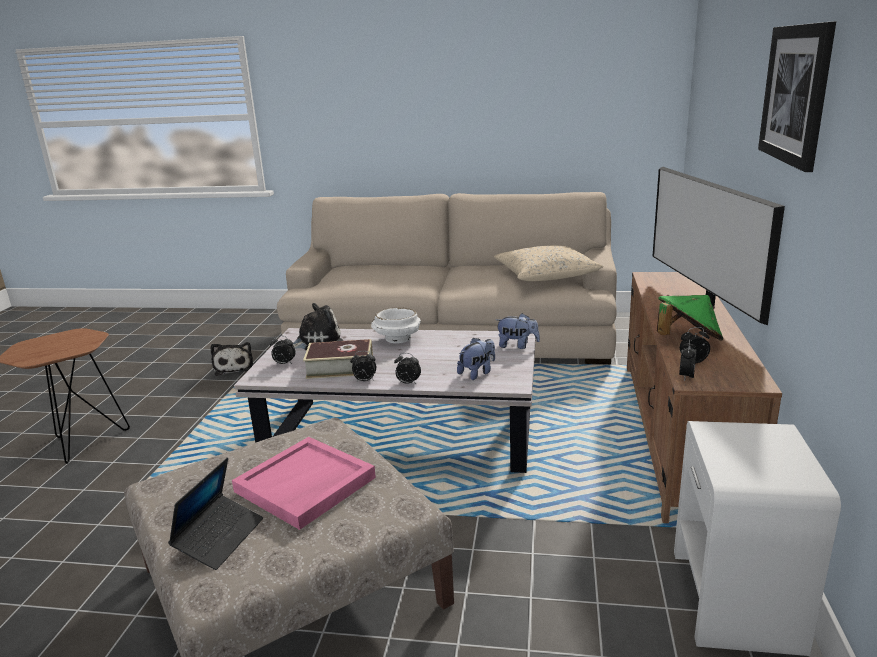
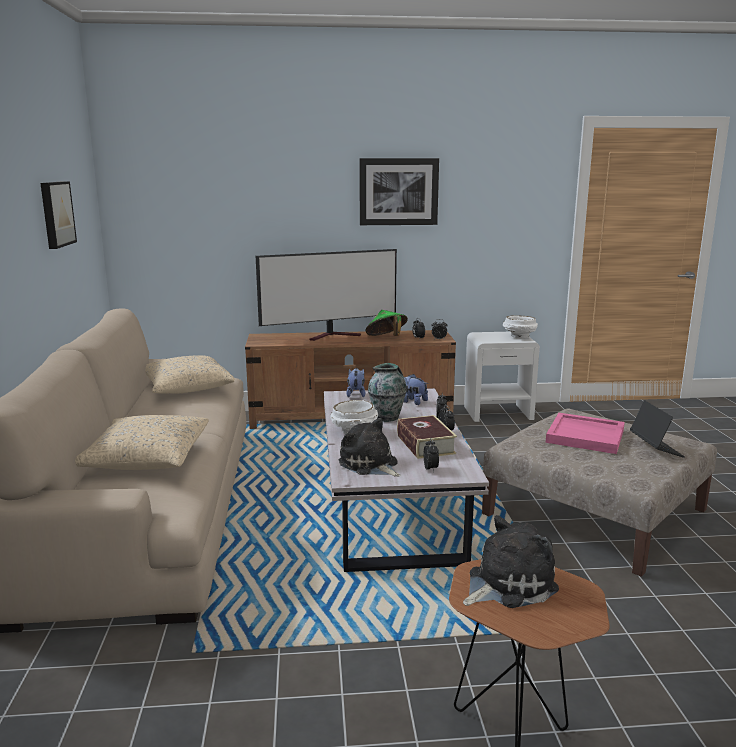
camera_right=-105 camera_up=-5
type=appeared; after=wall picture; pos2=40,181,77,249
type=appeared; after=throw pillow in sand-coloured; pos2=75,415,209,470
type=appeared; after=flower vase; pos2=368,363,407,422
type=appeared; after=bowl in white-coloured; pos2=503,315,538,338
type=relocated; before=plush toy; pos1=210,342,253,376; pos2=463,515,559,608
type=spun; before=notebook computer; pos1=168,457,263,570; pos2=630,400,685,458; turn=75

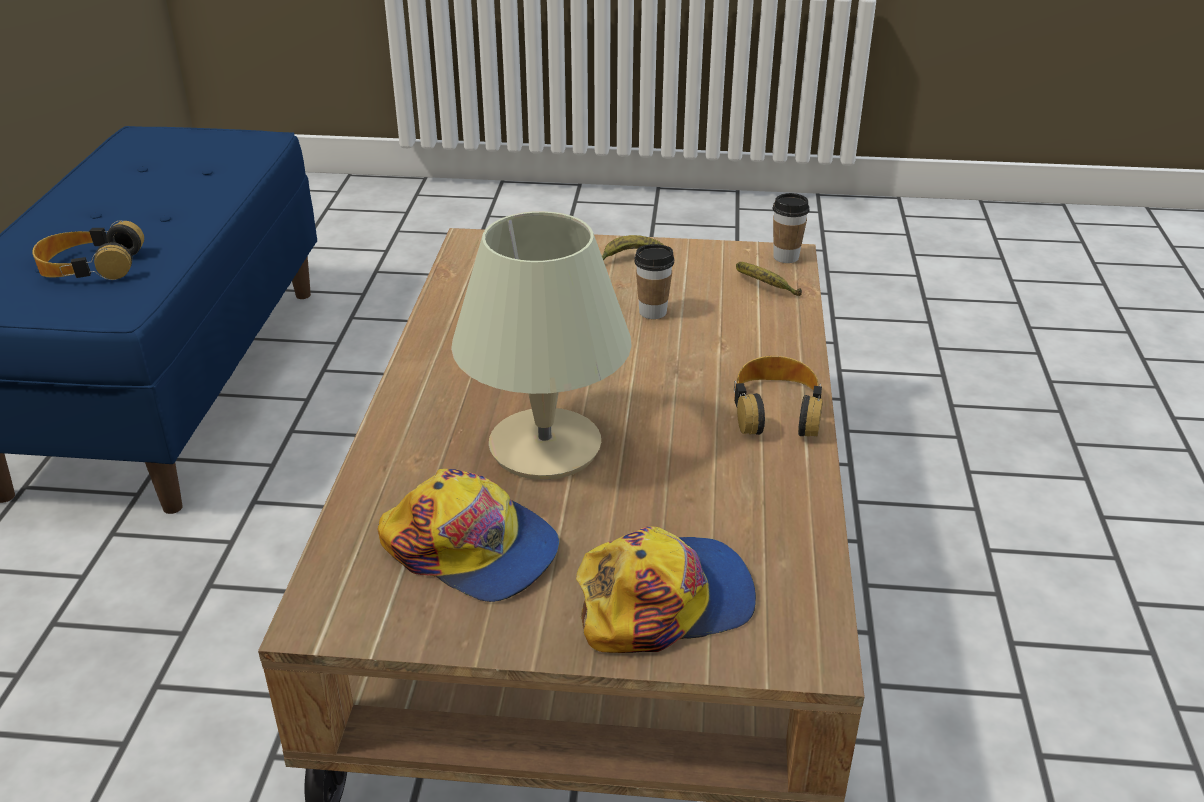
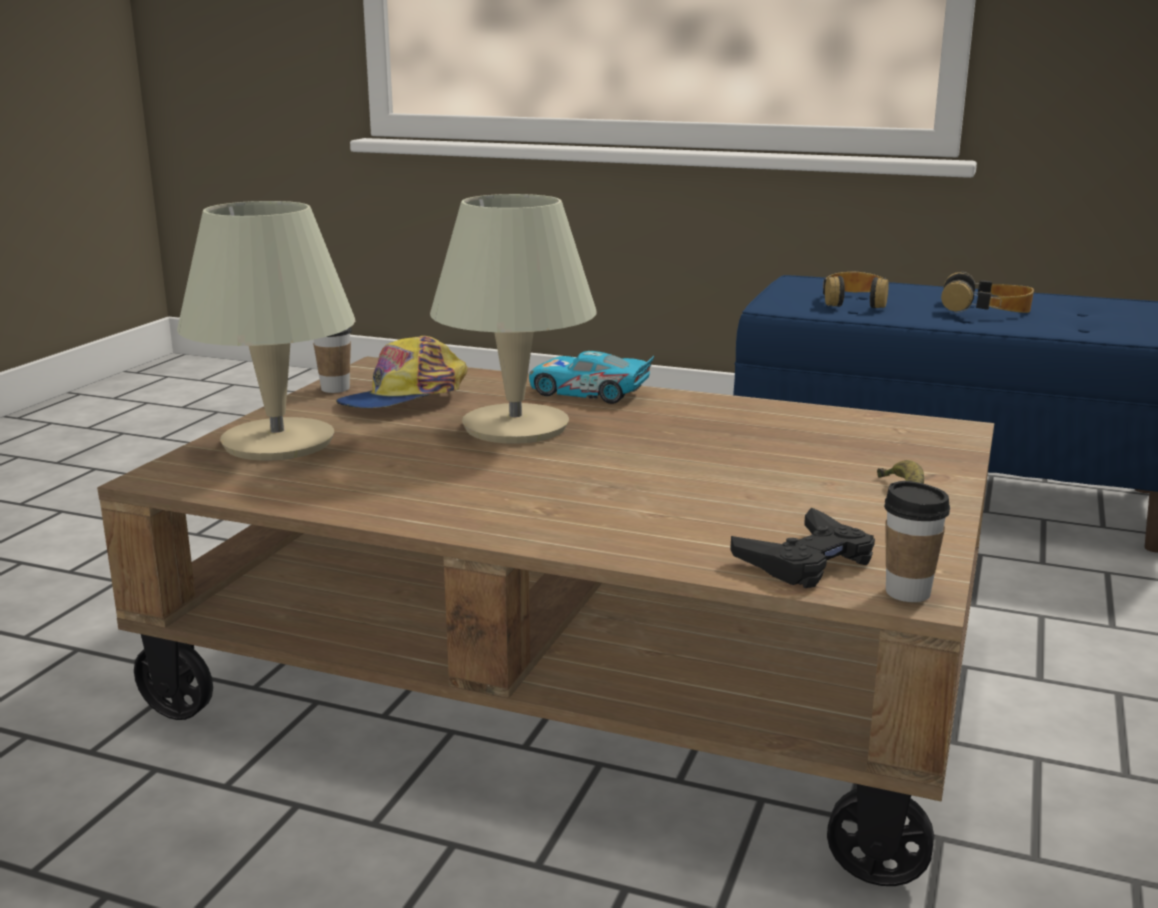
camera_right=105 camera_up=-15
type=appeared; after=toy car; pos2=529,351,655,404
type=relocated; before=drinking cup; pos1=634,244,674,319; pos2=313,327,352,393
type=relocated; before=pair of headphones; pos1=734,356,823,437; pos2=941,272,1034,313
type=exchanged; before=peaked cap; after=lamp for a table in sand-coloured; pos1=576,526,756,653; pos2=177,201,355,461
type=exchanged; before=banana; after=joypad in black; pos1=736,262,802,296; pos2=730,507,875,588

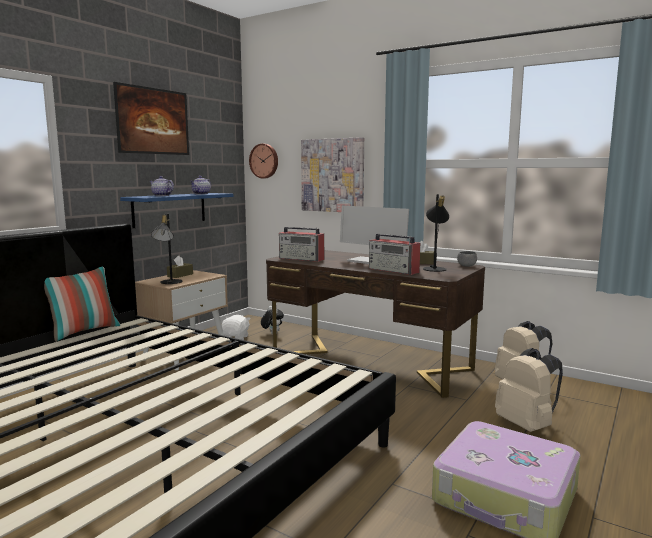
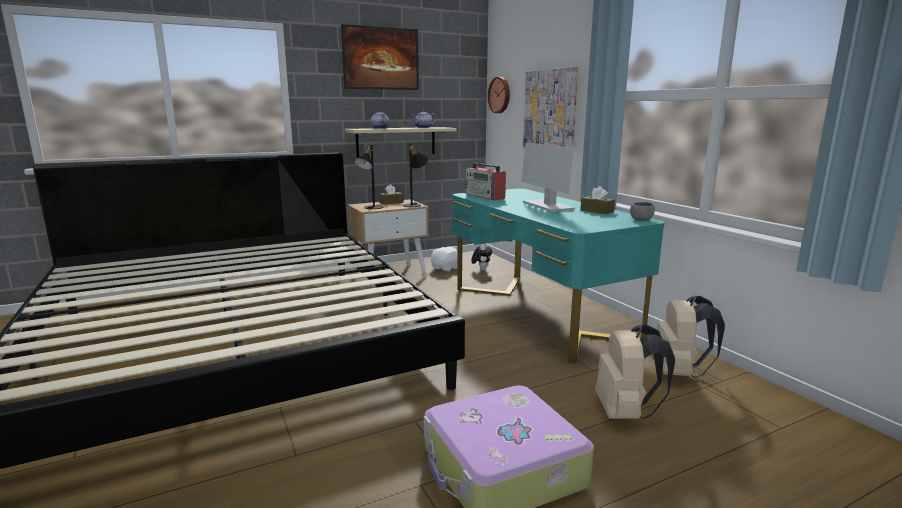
camera_right=30 camera_up=5
type=missing; before=throw pillow; pos1=44,267,121,342
type=missing; before=radio receiver; pos1=369,234,420,275
type=relocated; before=lamp for a table in black; pos1=423,194,449,272; pos2=402,144,428,207
type=colour; before=wall shelf in blue; after=wall shelf in sand-coloured; pos1=120,193,233,228; pos2=345,127,457,157
type=colour; before=desk unit in brown-coloured; after=desk unit in turquoise; pos1=266,250,485,398; pos2=452,189,664,363

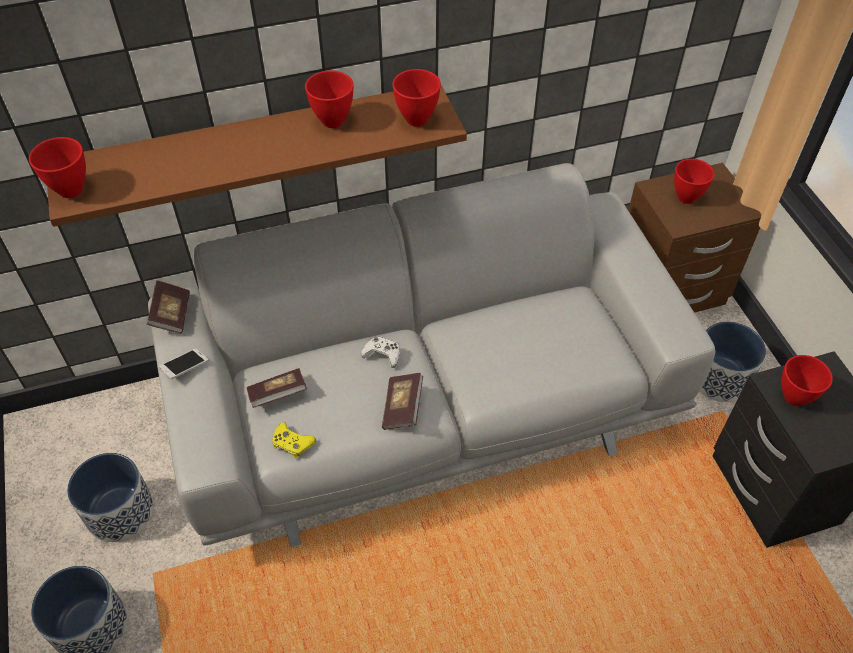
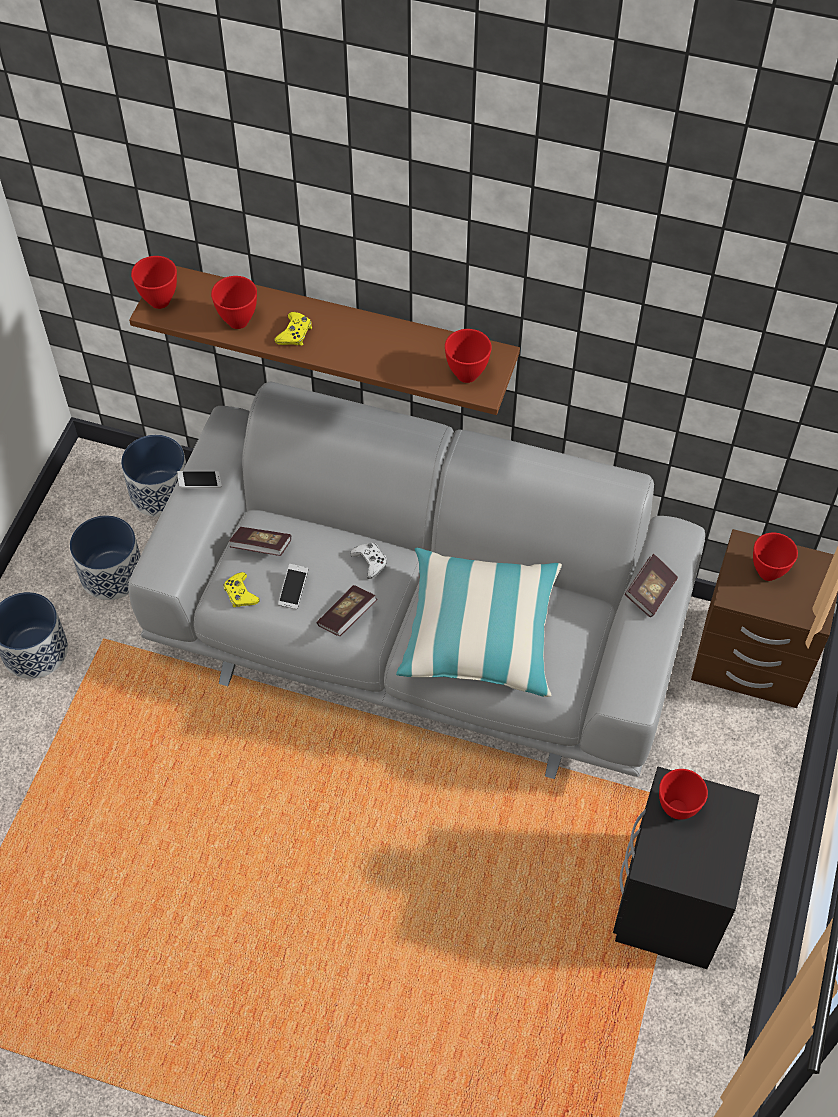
camera_right=35 camera_up=5
type=appeared; after=joypad in yellow-coloured; pos2=275,312,312,346
type=appeared; after=telephone; pos2=278,564,308,610
type=appeared; after=throw pillow; pos2=396,548,562,697
type=relocated; before=book; pos1=147,280,190,333; pos2=625,554,678,617
type=relocated; before=bowl in red-coloured; pos1=305,71,354,128; pos2=211,276,257,329
type=relocated; before=plant pot; pos1=699,321,766,402; pos2=121,435,186,517

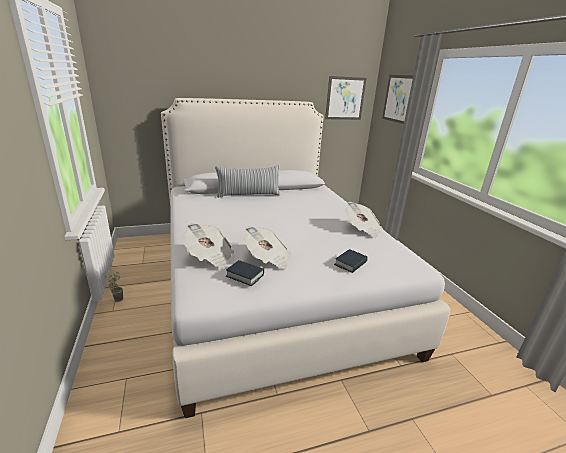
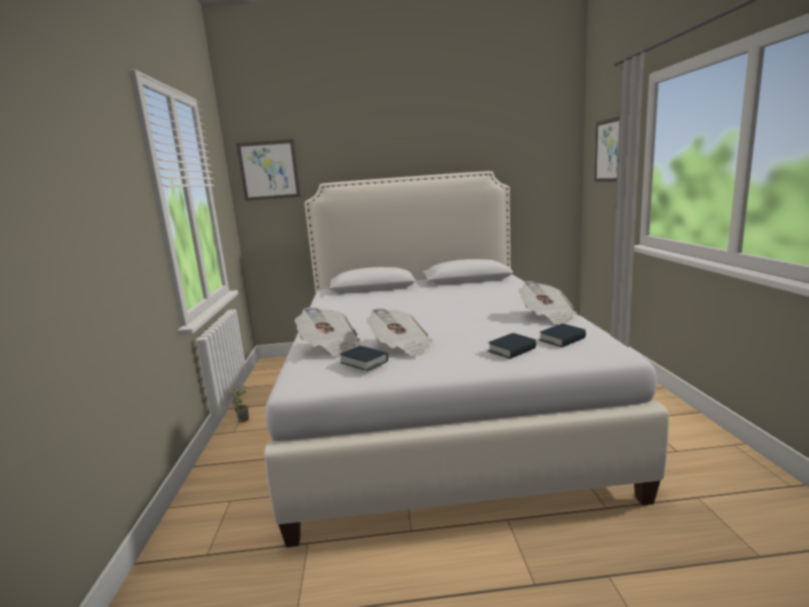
camera_right=15 camera_up=-10
type=missing; before=throw pillow; pos1=215,165,280,198
type=appeared; after=book; pos2=539,323,586,348
type=relocated; before=wall picture; pos1=325,76,367,120; pos2=236,139,301,201

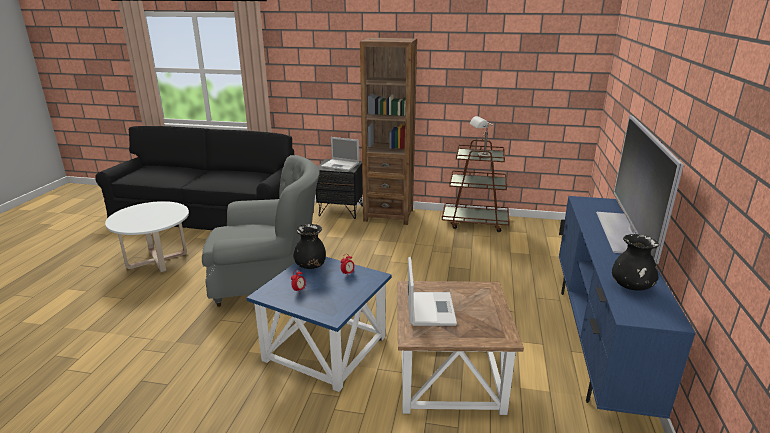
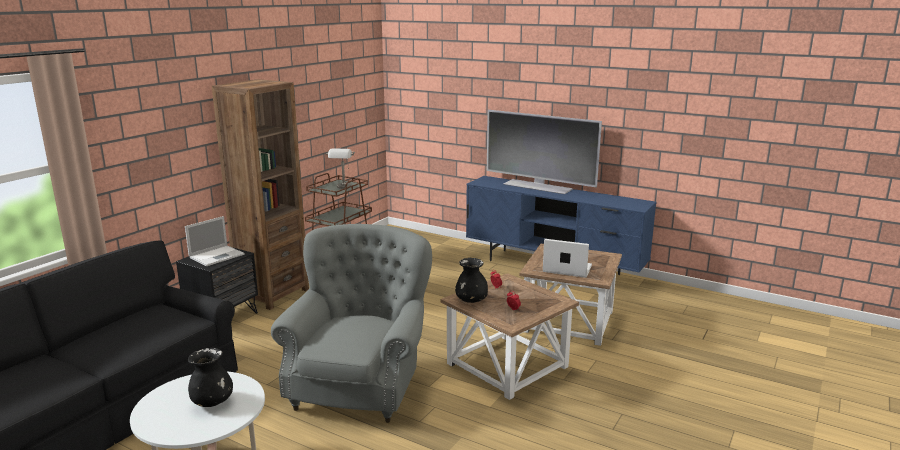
camera_right=-70 camera_up=-5
type=relocated; before=flower vase in black; pos1=612,234,659,291; pos2=188,348,233,407
type=colour; before=end table in blue; after=end table in brown-coloured; pos1=246,257,392,392; pos2=441,273,579,400

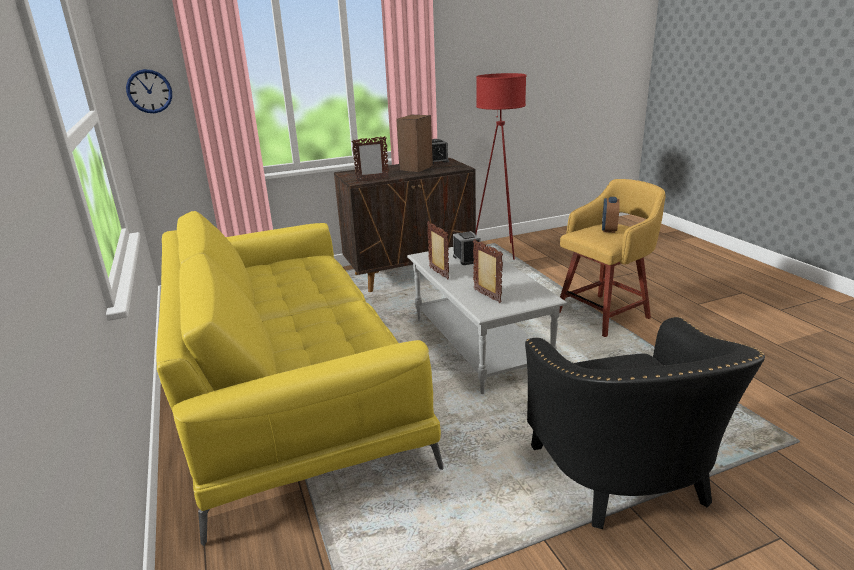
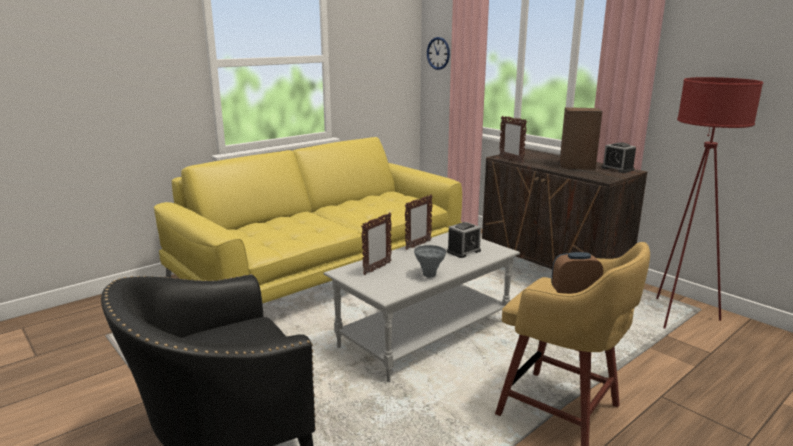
camera_right=70 camera_up=-5
type=appeared; after=flower vase in greyish; pos2=414,245,446,278

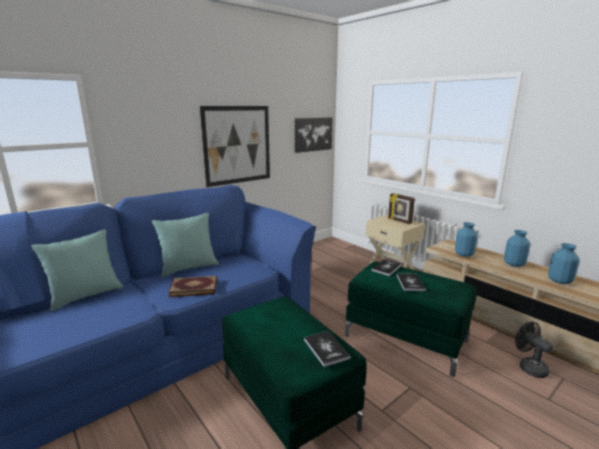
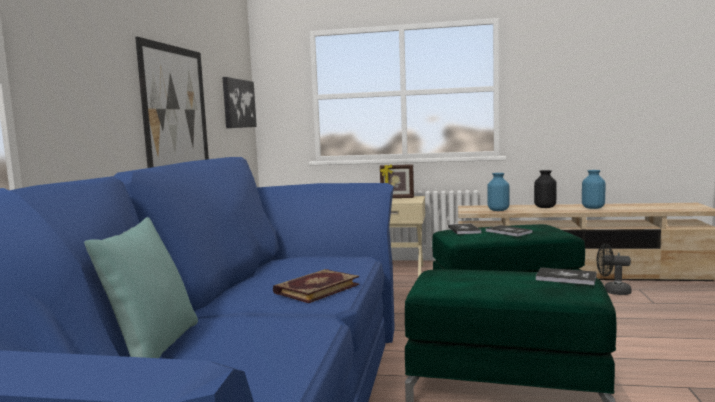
camera_right=-40 camera_up=-10
type=missing; before=throw pillow in turquoise; pos1=152,213,219,277
type=colour; before=flower vase in blue; after=flower vase in black; pos1=504,230,530,267; pos2=534,170,557,208

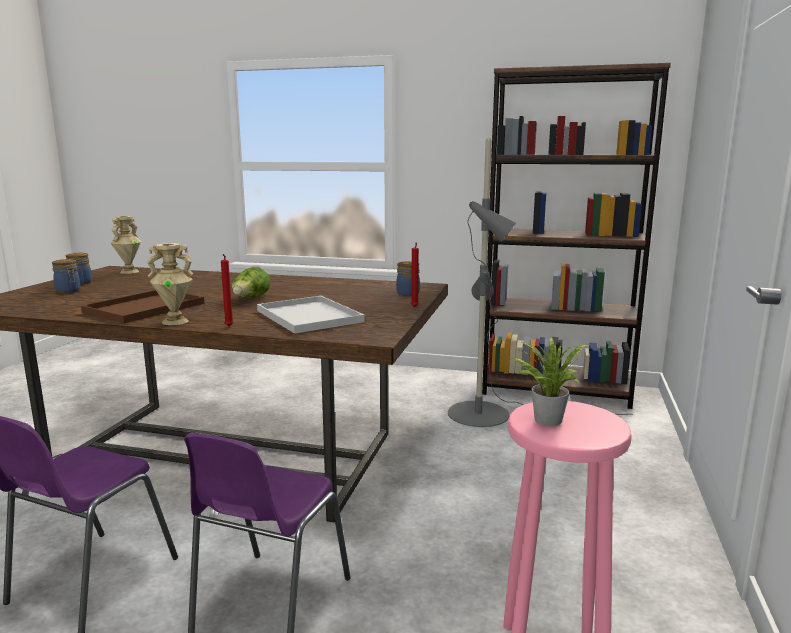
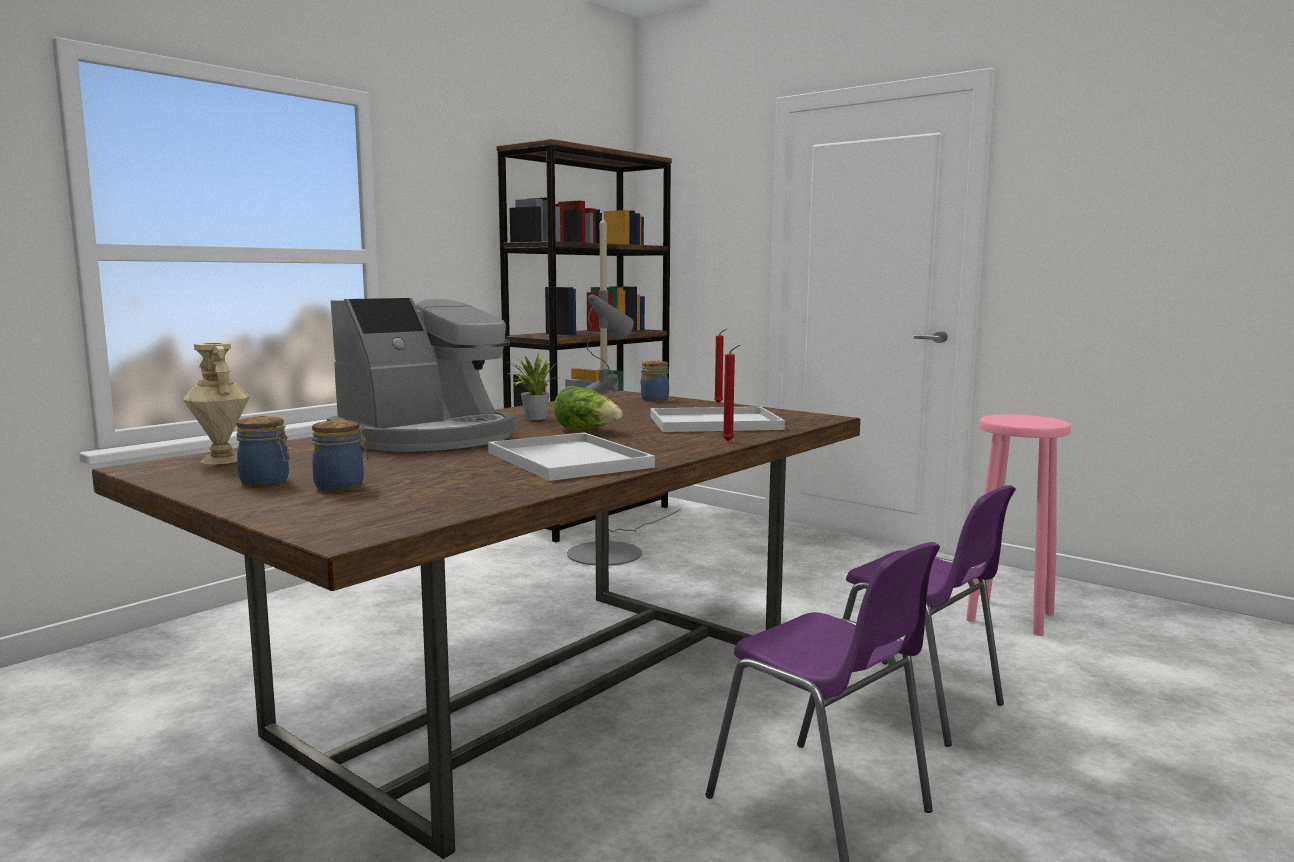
camera_right=-65 camera_up=-5
type=missing; before=flower vase in sand-coloured; pos1=146,243,193,325
type=appeared; after=coffee machine; pos2=327,298,514,452
type=relocated; before=potted plant; pos1=512,337,590,426; pos2=508,354,559,420
type=colour; before=carrying tray in brown-coloured; after=carrying tray in white-coloured; pos1=81,290,204,323; pos2=488,432,655,481

